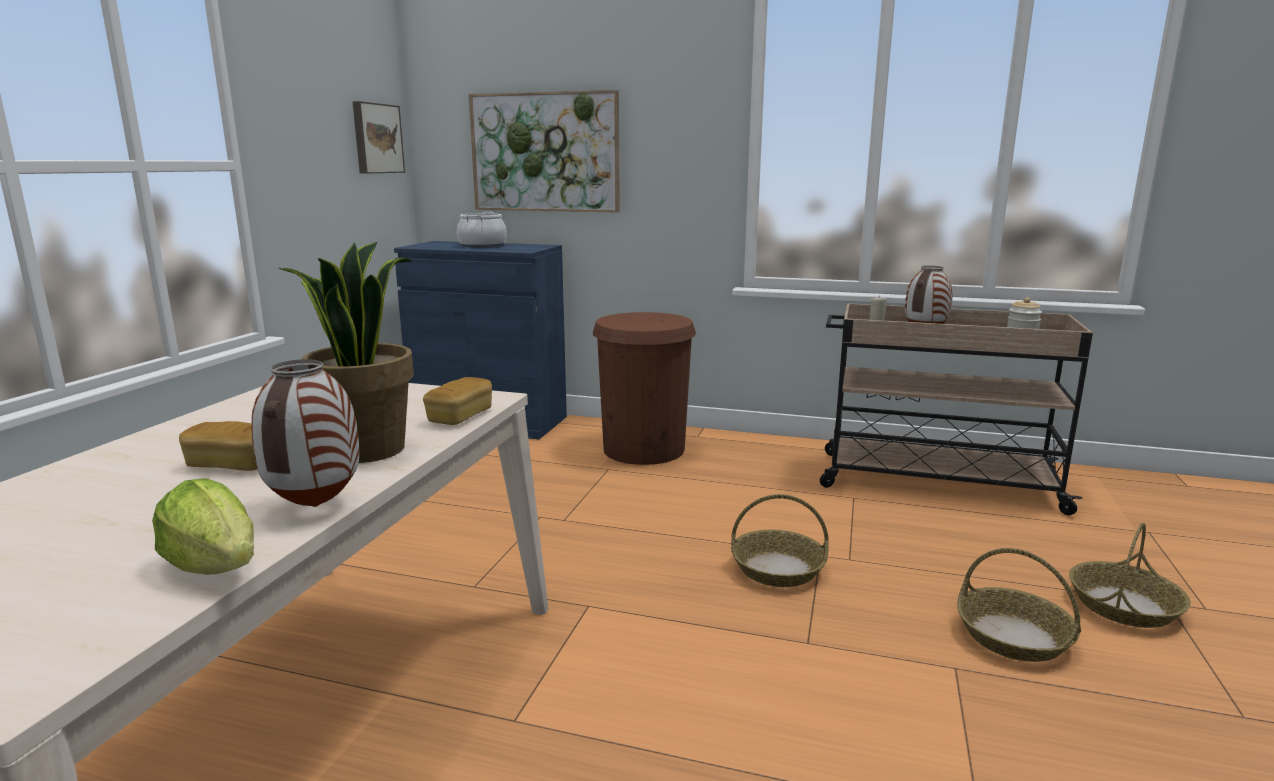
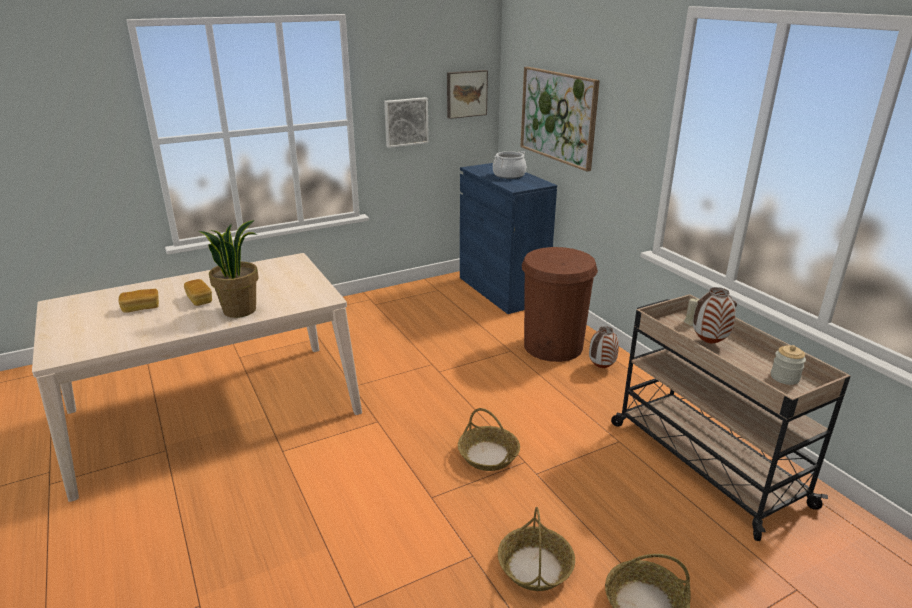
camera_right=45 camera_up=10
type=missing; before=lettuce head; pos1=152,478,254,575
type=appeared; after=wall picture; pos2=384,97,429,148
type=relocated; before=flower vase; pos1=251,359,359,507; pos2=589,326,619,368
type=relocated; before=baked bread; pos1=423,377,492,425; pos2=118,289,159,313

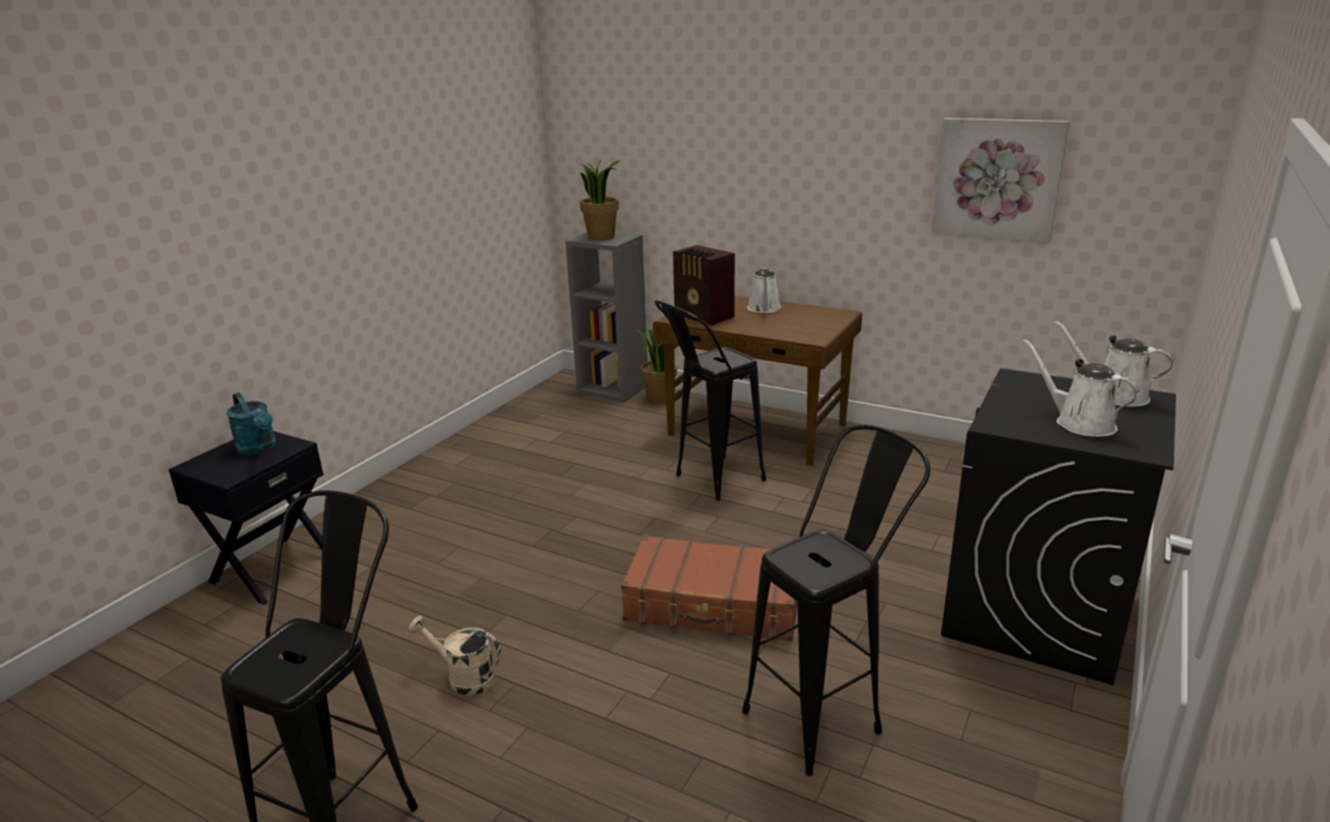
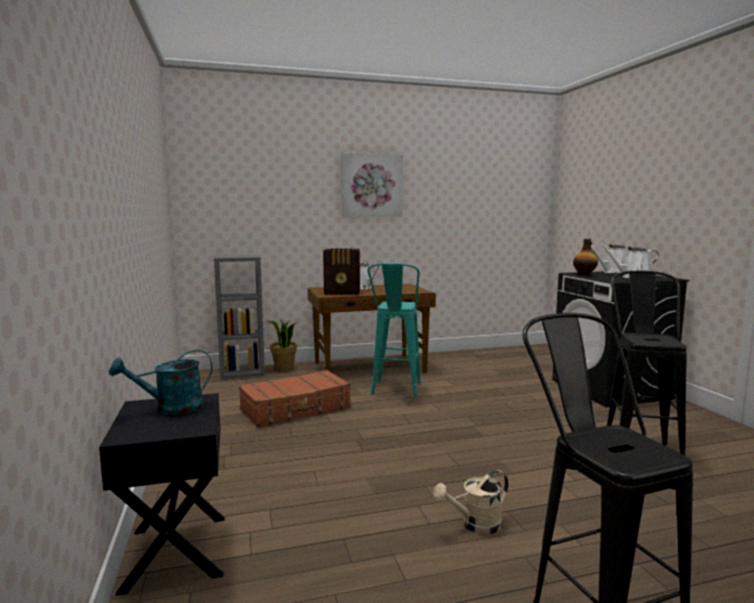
camera_right=-45 camera_up=-15
type=missing; before=potted plant; pos1=580,160,621,241
type=appeared; after=beverage bottle; pos2=573,238,598,276
type=relocated; before=suitcase in brown-coloured; pos1=621,535,798,641; pos2=239,370,351,427
type=relocated; before=wall picture; pos1=932,118,1069,243; pos2=341,152,403,217
type=colour; before=sitting stool in black; after=sitting stool in turquoise; pos1=654,300,766,501; pos2=367,263,421,398
type=spun; before=watering can in turquoise; pos1=226,393,277,455; pos2=109,350,212,415; turn=150

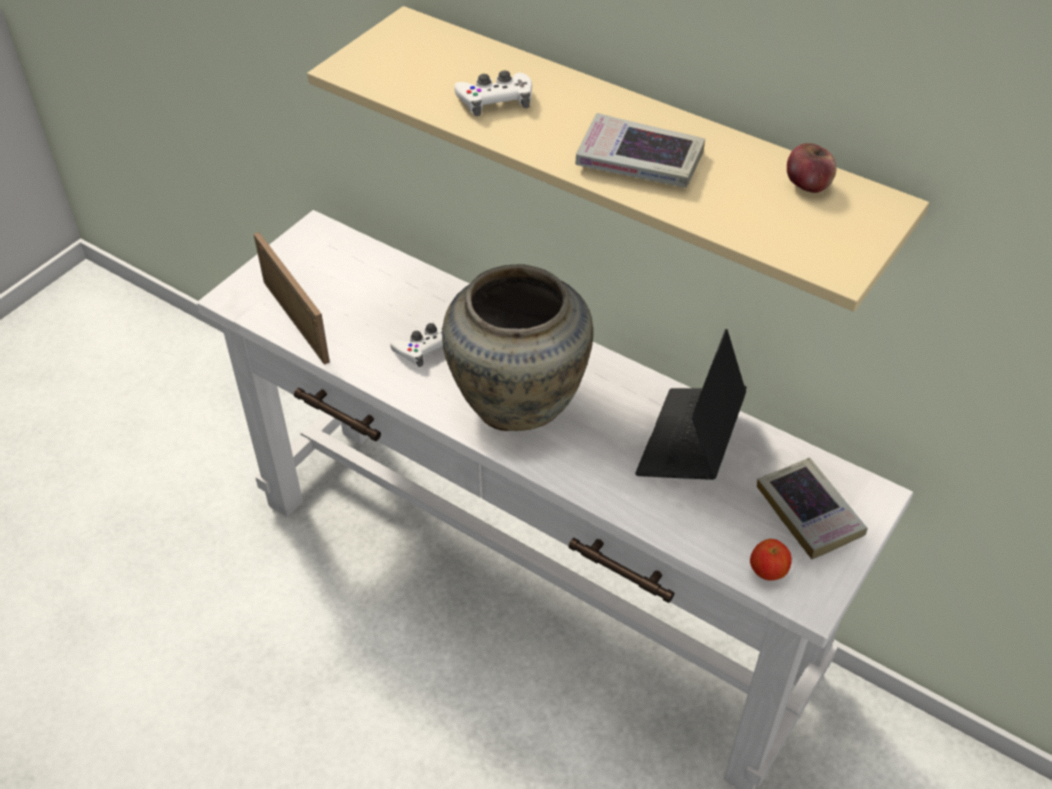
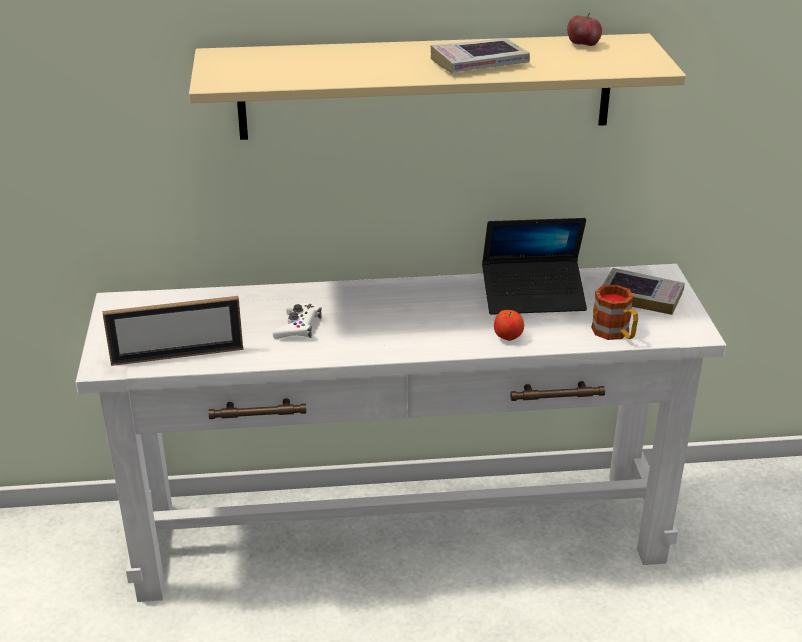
camera_right=-40 camera_up=-15
type=missing; before=flower vase in sand-coloured; pos1=442,265,593,431
type=missing; before=joypad in white-coloured; pos1=454,71,532,116
type=appeared; after=tea mug; pos2=591,285,638,340
type=relocated; before=whole apple; pos1=750,539,792,581; pos2=494,310,524,341
type=spun; before=standing frame; pos1=254,232,330,365; pos2=103,296,243,366; turn=150
type=spun; before=notebook computer; pos1=635,329,747,480; pos2=482,218,587,315; turn=-75

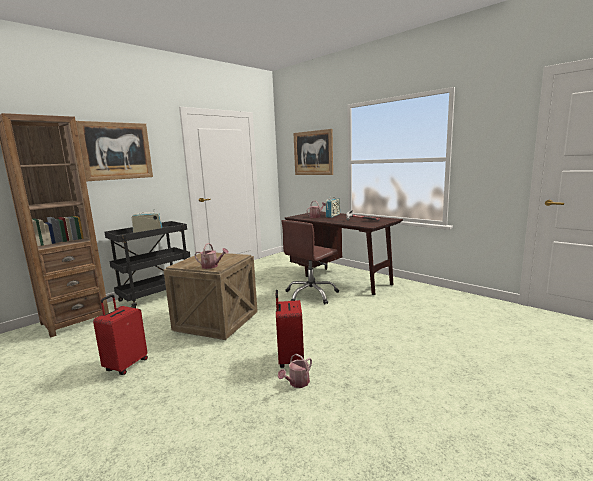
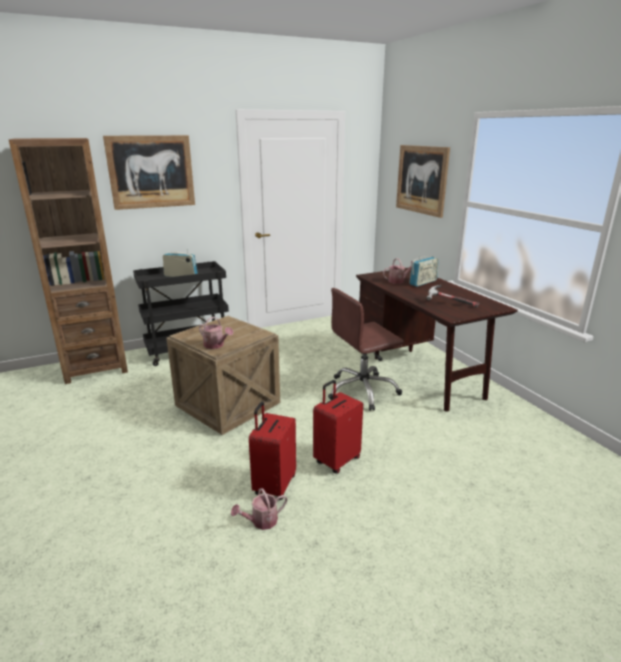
camera_right=20 camera_up=10
type=relocated; before=suitcase in red-coloured; pos1=93,294,148,375; pos2=313,380,363,474

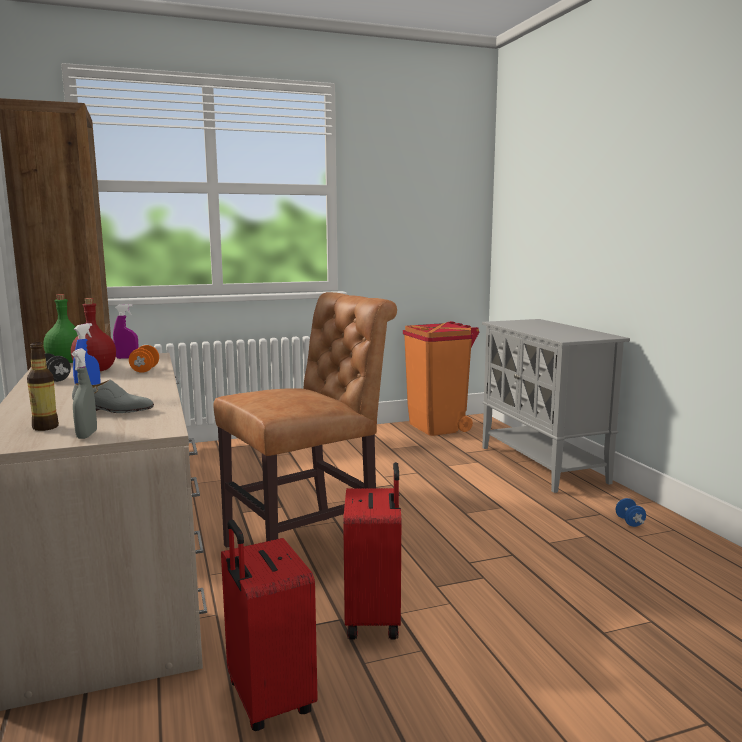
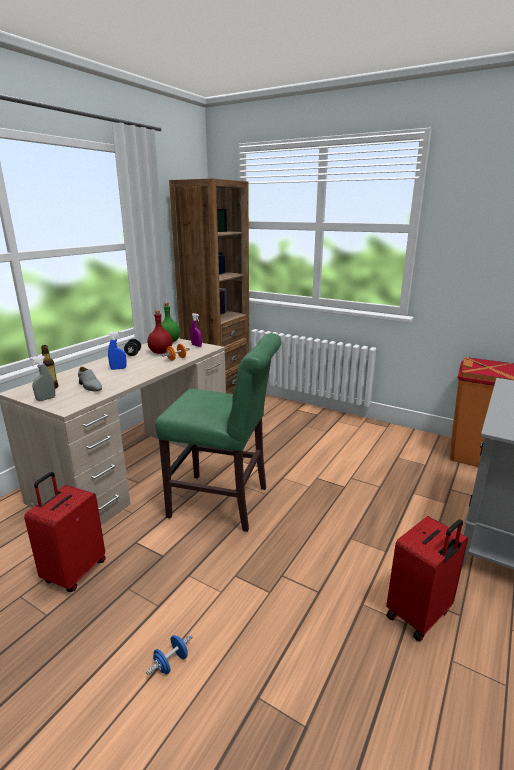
camera_right=50 camera_up=10
type=relocated; before=suitcase in red-coloured; pos1=343,462,401,639; pos2=386,516,468,642
type=relocated; before=dumbbell in blue; pos1=616,498,646,527; pos2=146,635,192,675
type=colour; before=plain chair in brown-coloured; after=plain chair in greenish; pos1=214,292,397,548; pos2=155,333,281,532

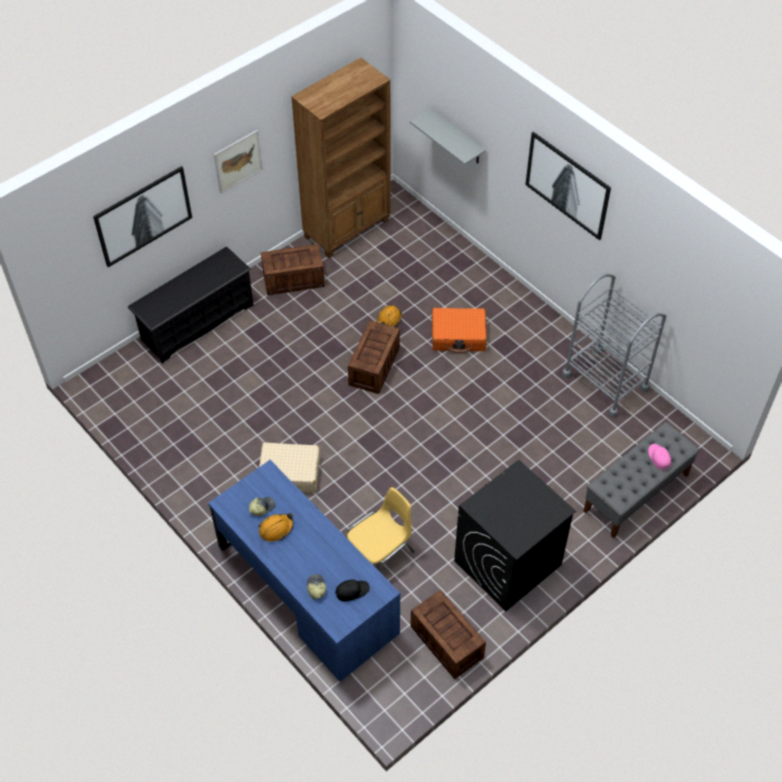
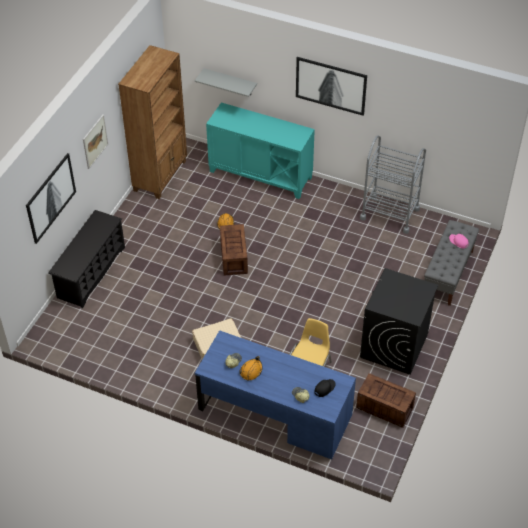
camera_right=-25 camera_up=-5
type=missing; before=shipping crate; pos1=261,244,325,295
type=missing; before=suitcase in orange-coloured; pos1=432,308,487,354
type=appeared; after=cupboard in turquoise; pos2=206,102,315,199

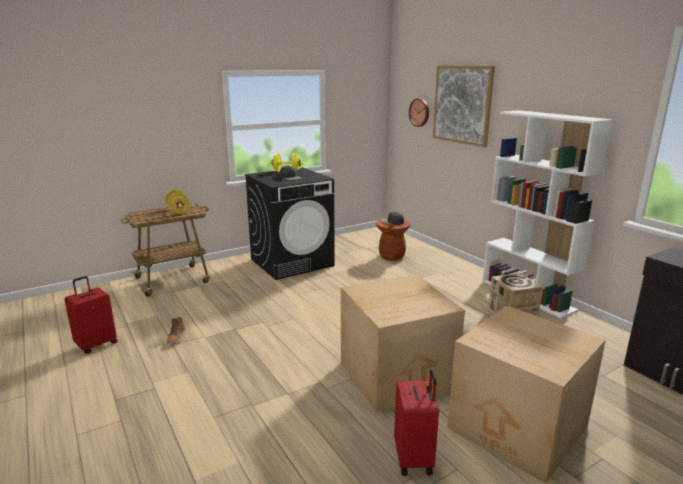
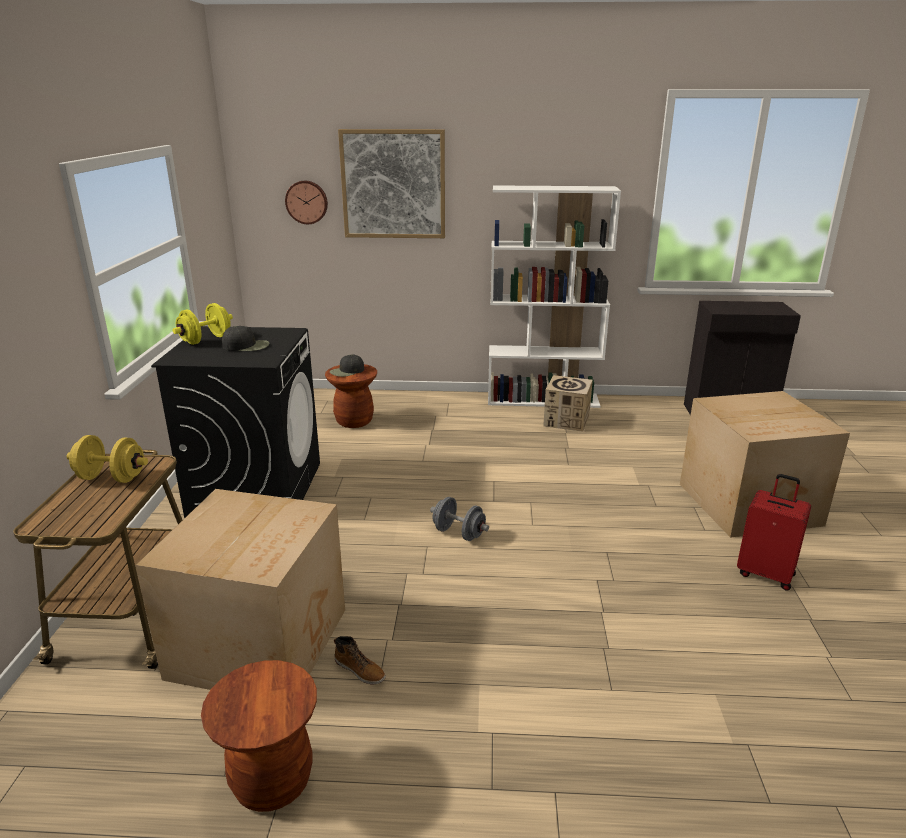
camera_right=-55 camera_up=5
type=appeared; after=dumbbell in greyish; pos2=430,497,489,541
type=relocated; before=cardboard box; pos1=341,275,465,412; pos2=135,489,345,690
type=exchanged; before=suitcase in red-coloured; after=sitting stool in brown-coloured; pos1=64,276,117,354; pos2=201,660,317,812

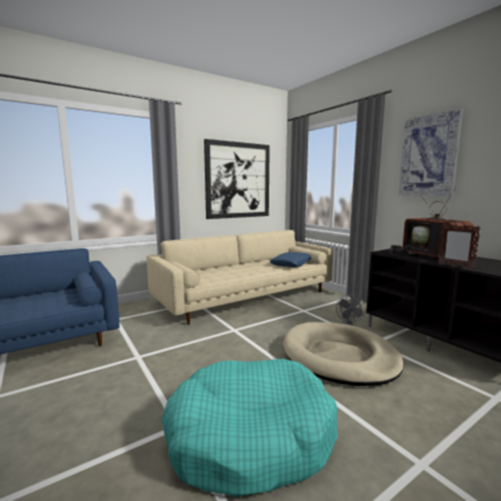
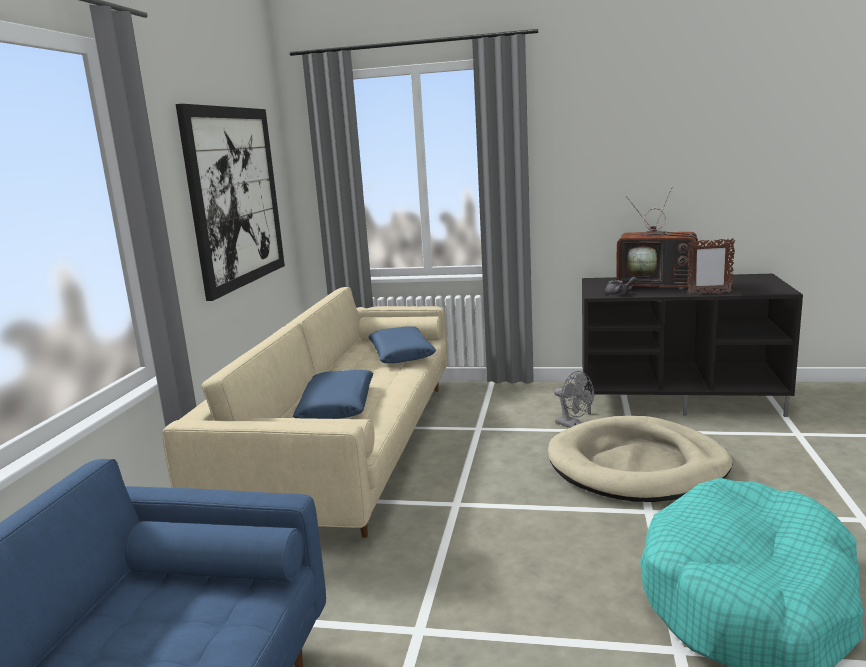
camera_right=-45 camera_up=5
type=missing; before=wall picture; pos1=399,108,463,196
type=appeared; after=throw pillow in blue; pos2=293,370,373,419

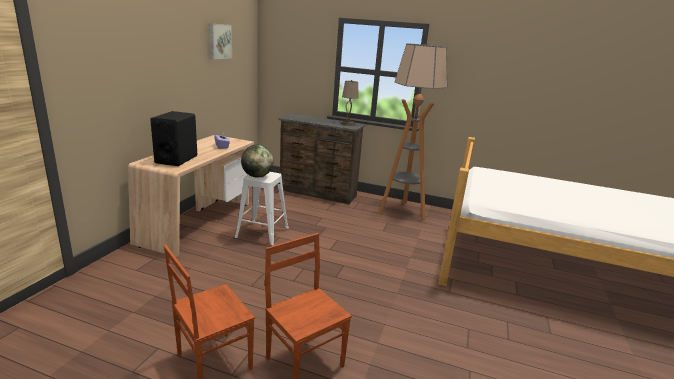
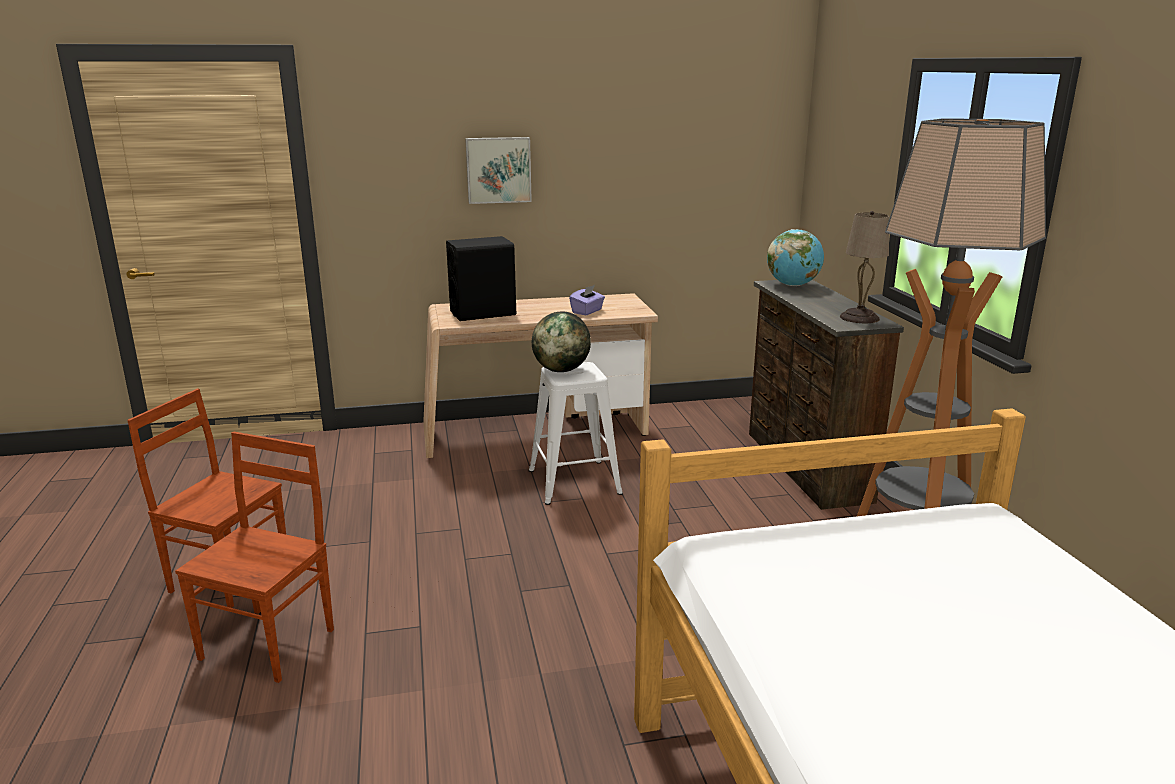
camera_right=60 camera_up=0
type=appeared; after=globe; pos2=767,229,824,286
type=relocated; before=wall picture; pos1=209,23,232,59; pos2=465,137,532,204

